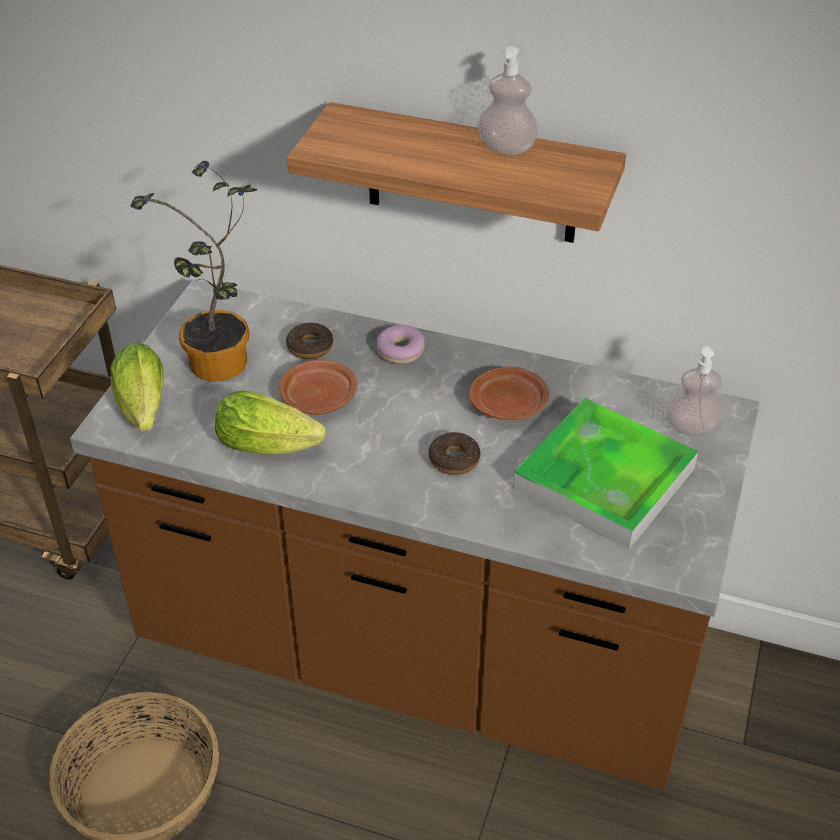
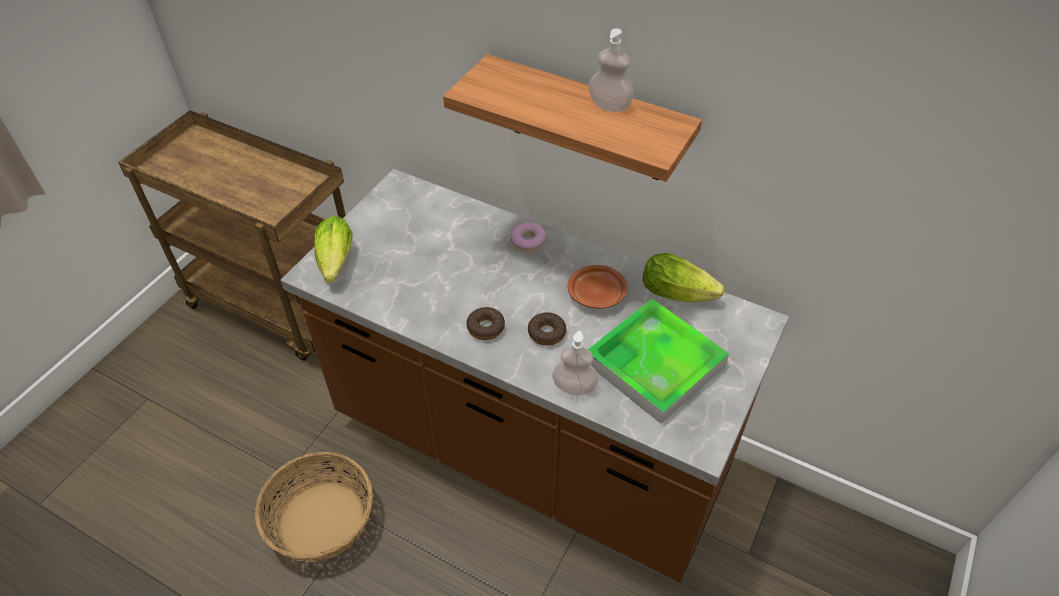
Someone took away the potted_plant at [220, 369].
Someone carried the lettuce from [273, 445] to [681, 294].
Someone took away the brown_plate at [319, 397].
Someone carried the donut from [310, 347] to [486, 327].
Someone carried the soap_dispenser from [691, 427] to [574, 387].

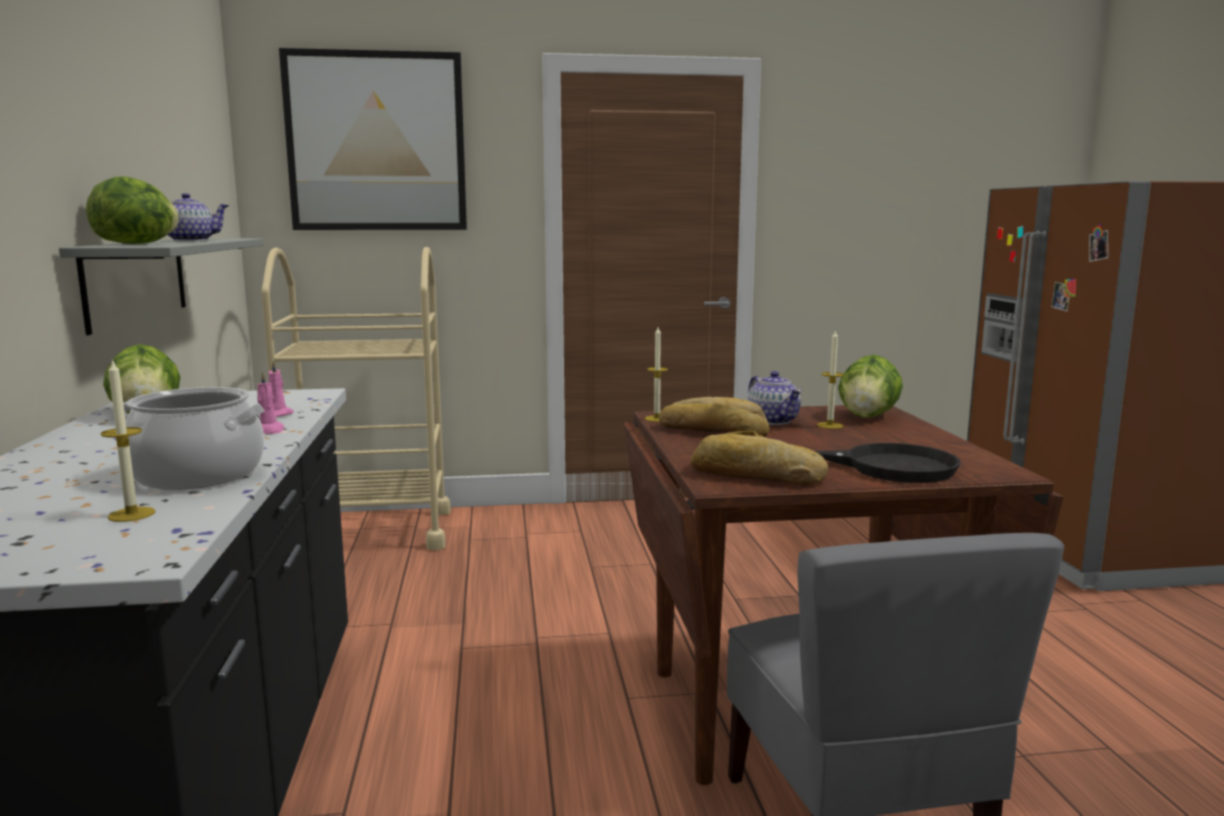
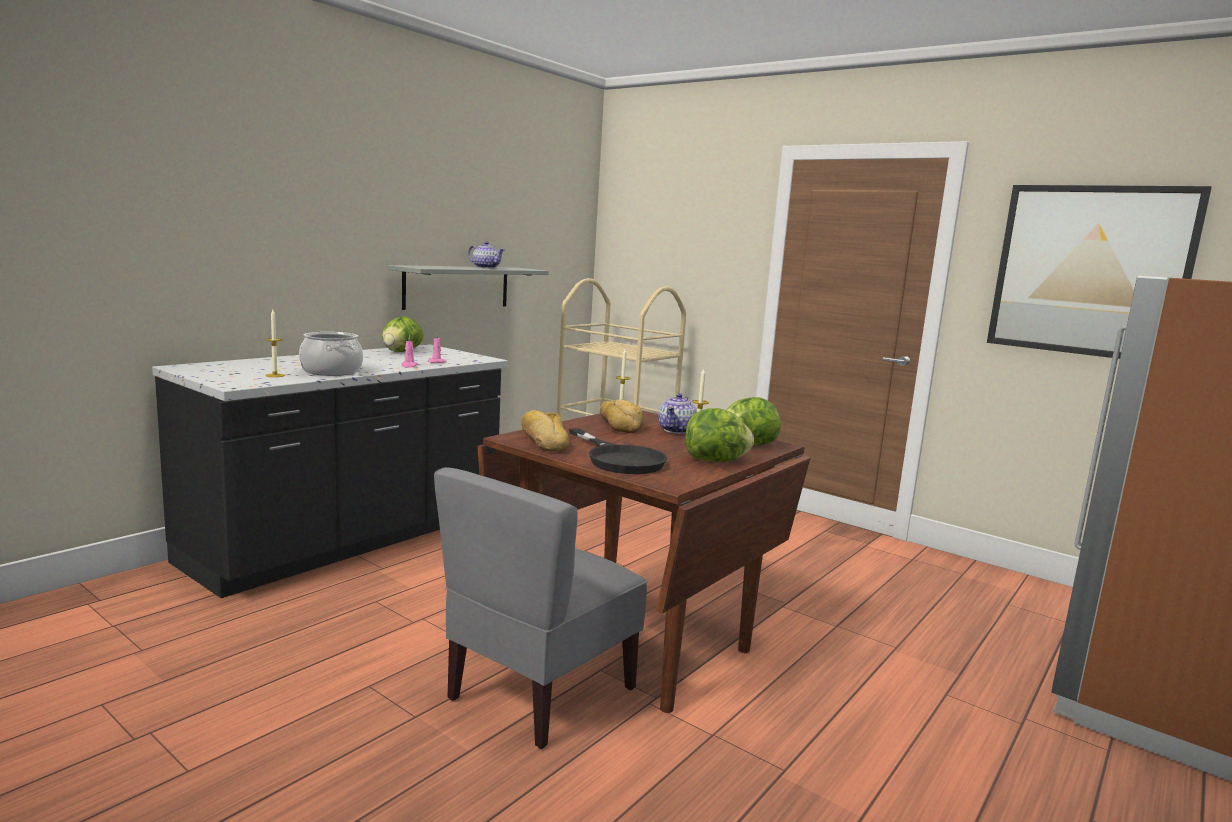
Someone carried the lettuce from [137, 244] to [716, 461].
Someone carried the picture from [377, 142] to [1090, 271].

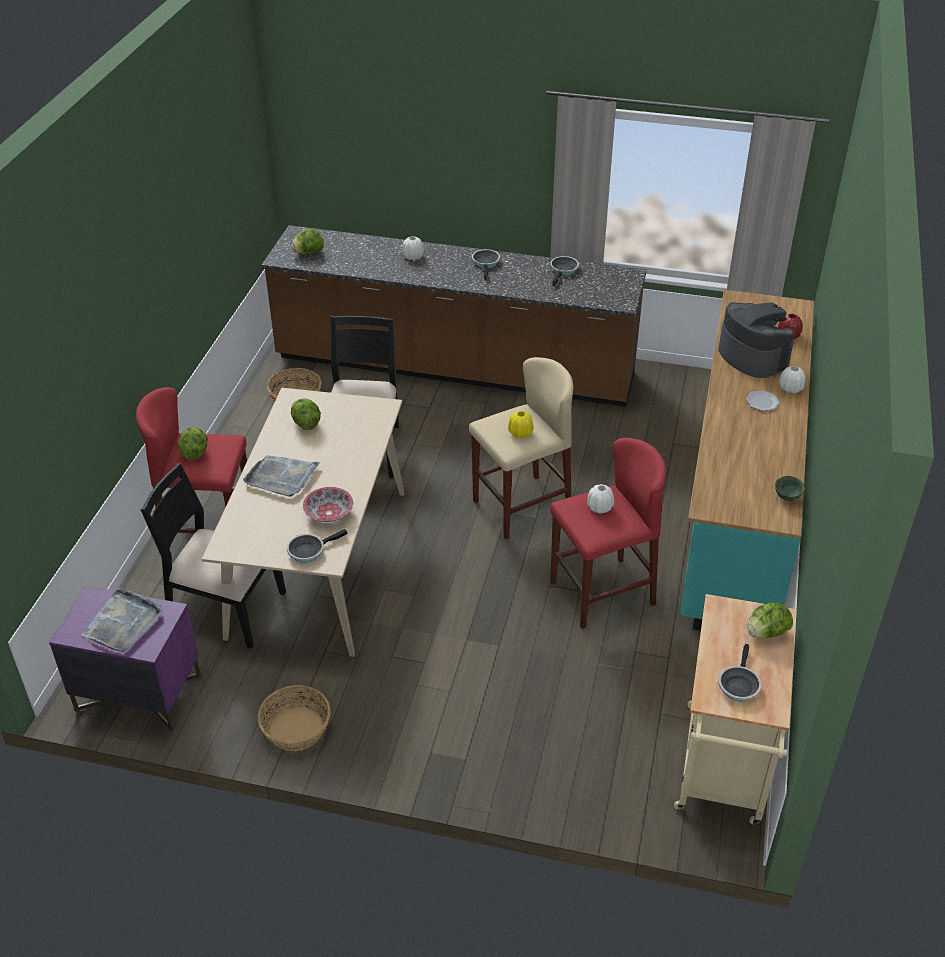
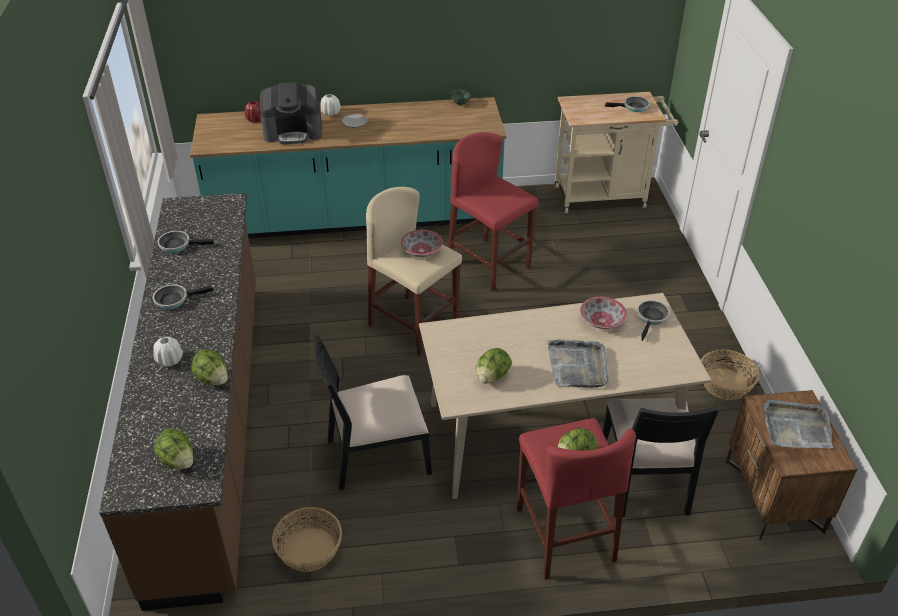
Someone repainted the purple_nightstand at [138, 694], which became the brown_nightstand at [774, 497].
Someone rotated the frying_pan at [309, 550] by 105 degrees counterclockwise.
Someone swapped the yellow_vase at [520, 433] for the bowl at [422, 250].
Someone took away the white_vase at [599, 507].
Someone rotated the coffee_machine at [752, 356] by 135 degrees counterclockwise.
Someone carried the lettuce from [766, 633] to [212, 379].

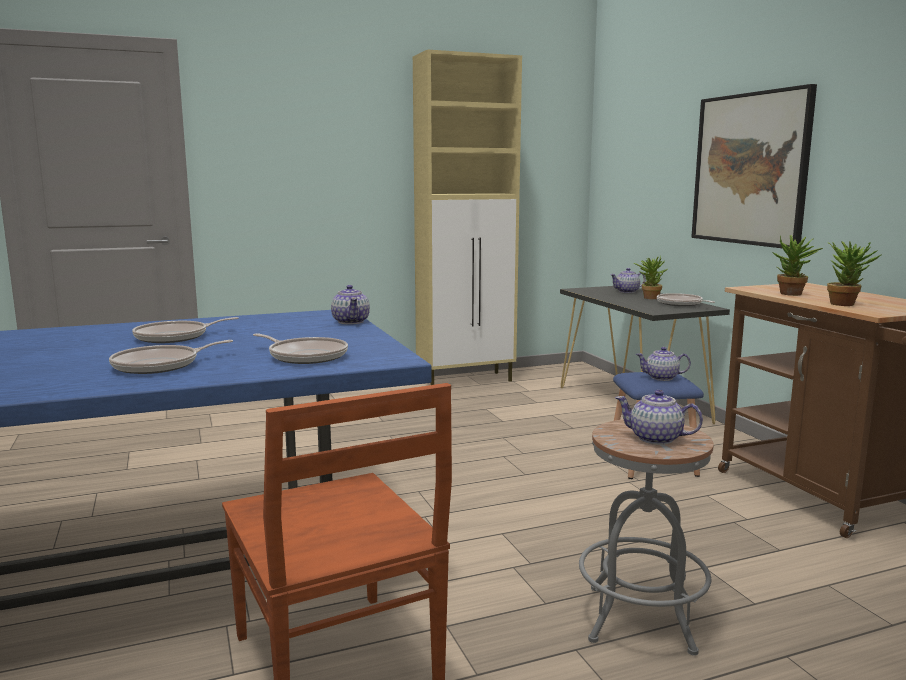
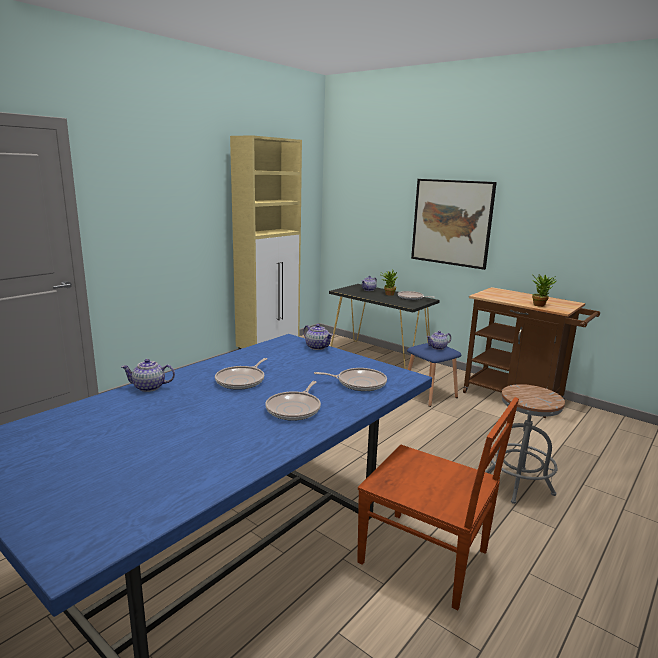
Someone carried the teapot from [656, 439] to [149, 387].
Someone took away the potted_plant at [792, 294].

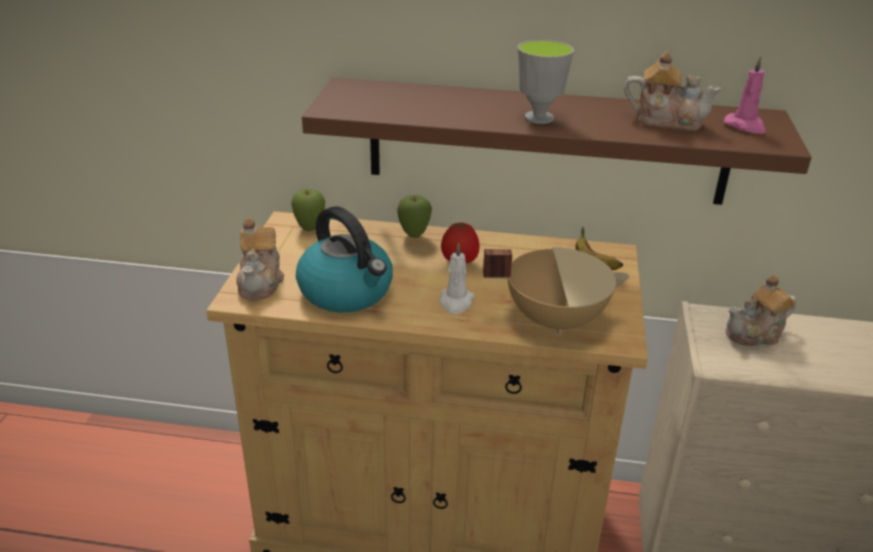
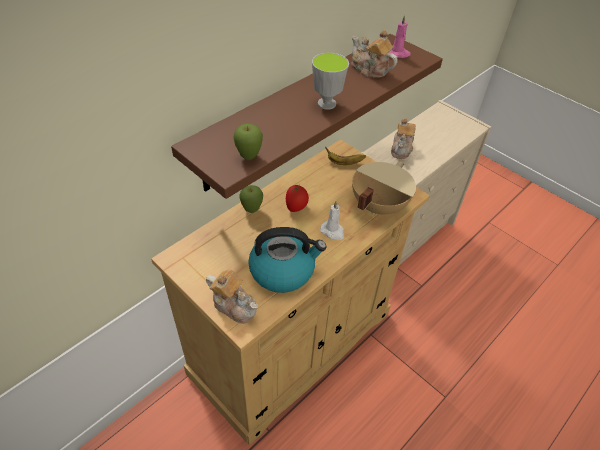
Someone carried the apple from [310, 229] to [249, 157].
Someone rotated the teapot at [666, 120] by 105 degrees counterclockwise.

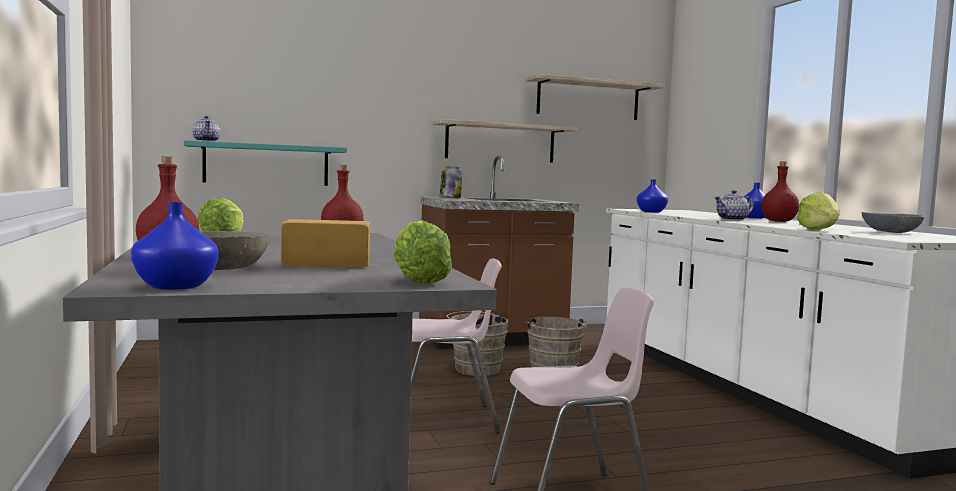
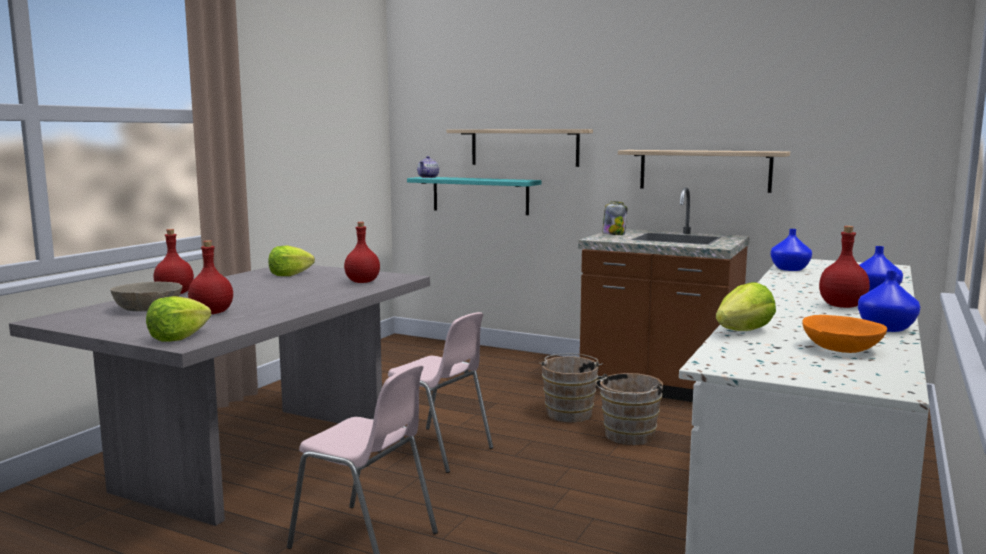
Someone carried the blue_vase from [175, 286] to [885, 328].
Someone swapped the bread at [327, 264] for the red_bottle at [213, 313].
Someone carried the shelf from [588, 99] to [524, 147].
Someone took away the teapot at [733, 220].
Someone repainted the grey_bowl at [891, 232], which became the orange_bowl at [842, 349].

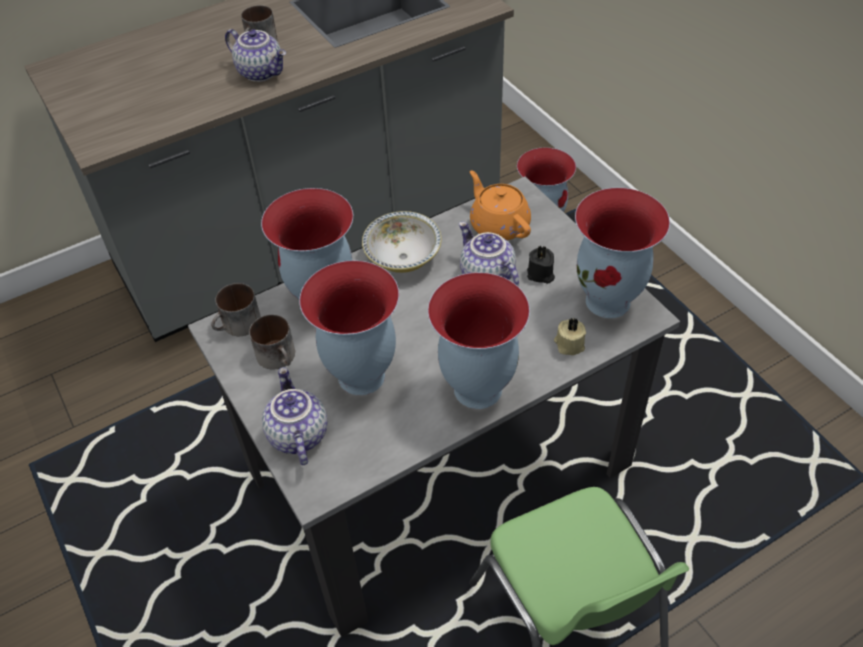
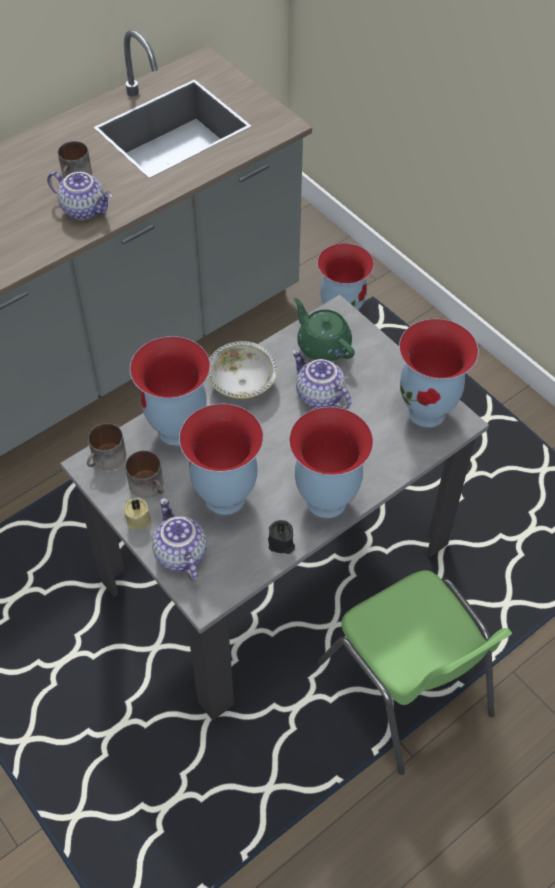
Someone repainted the orange_teapot at [498, 225], which became the green_teapot at [323, 345].
Someone carried the black_candle from [540, 274] to [281, 544].
Someone carried the beige_candle from [569, 344] to [137, 519].

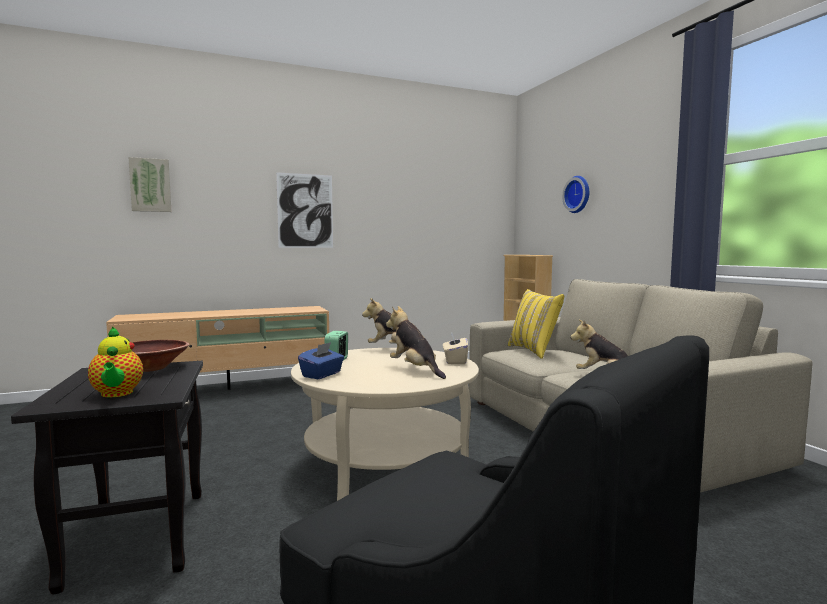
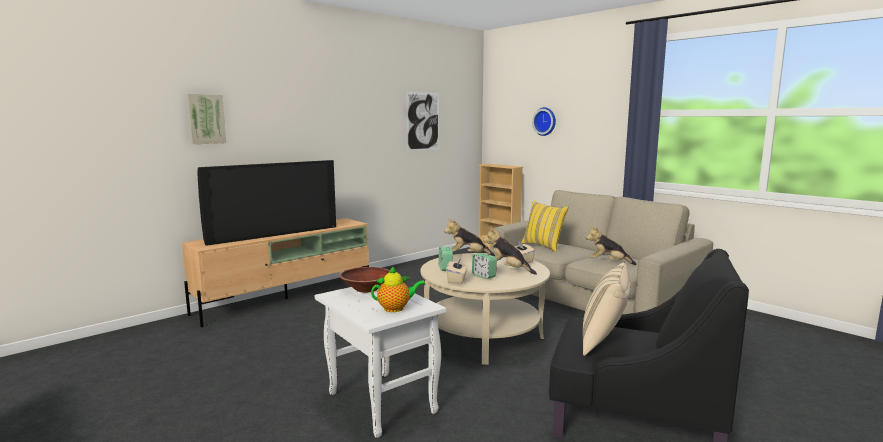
Someone repainted the black_side_table at [136, 536], which became the white_side_table at [379, 402].
Someone rotated the teapot at [117, 394] by 60 degrees counterclockwise.
Someone carried the picture from [305, 211] to [423, 121].
Someone repainted the blue_tissue_box at [322, 375], which became the beige_tissue_box at [457, 280].
Someone put down the television at [273, 234].
Someone put down the alarm_clock at [484, 276].
Someone put down the beige_pillow at [604, 342].

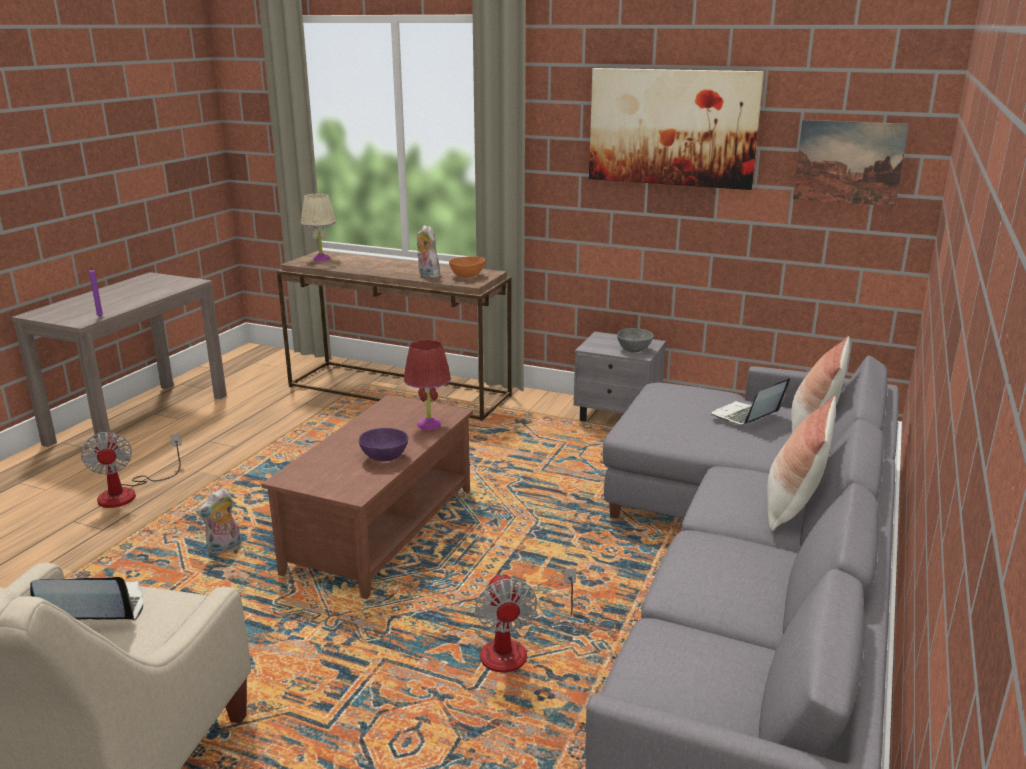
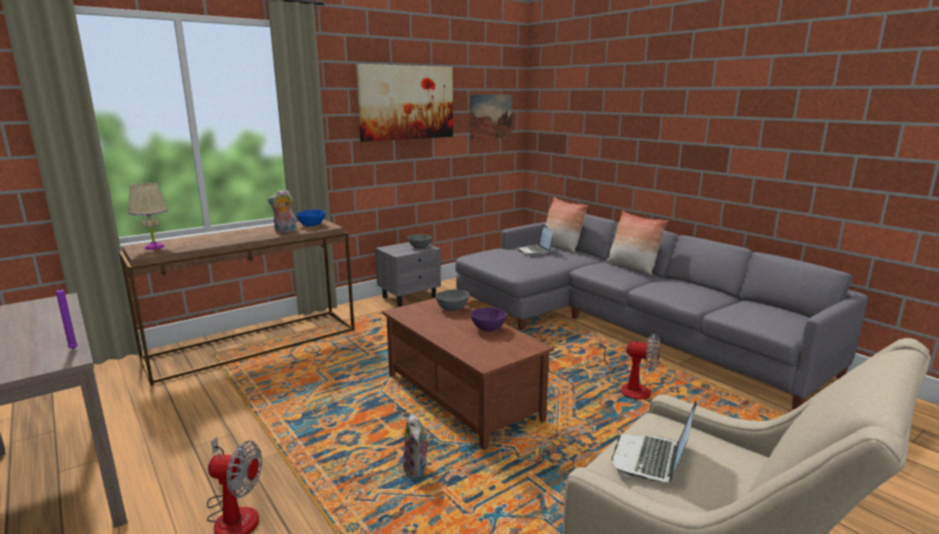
Someone swapped the red_table_lamp at [429, 425] for the grey_bowl at [453, 309].
Someone repainted the orange_bowl at [468, 276], which became the blue_bowl at [312, 225].

